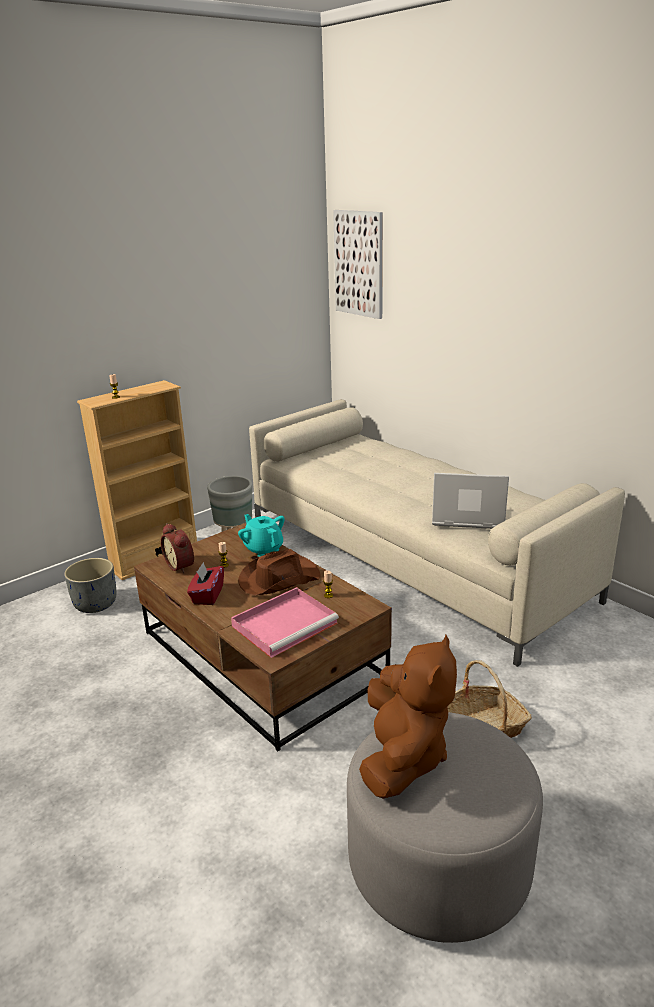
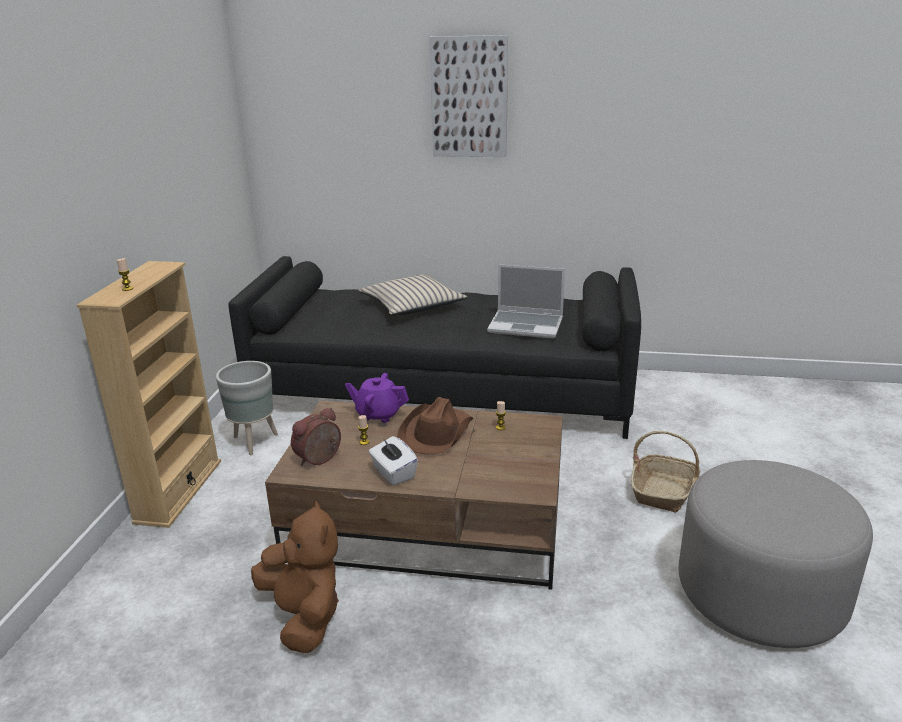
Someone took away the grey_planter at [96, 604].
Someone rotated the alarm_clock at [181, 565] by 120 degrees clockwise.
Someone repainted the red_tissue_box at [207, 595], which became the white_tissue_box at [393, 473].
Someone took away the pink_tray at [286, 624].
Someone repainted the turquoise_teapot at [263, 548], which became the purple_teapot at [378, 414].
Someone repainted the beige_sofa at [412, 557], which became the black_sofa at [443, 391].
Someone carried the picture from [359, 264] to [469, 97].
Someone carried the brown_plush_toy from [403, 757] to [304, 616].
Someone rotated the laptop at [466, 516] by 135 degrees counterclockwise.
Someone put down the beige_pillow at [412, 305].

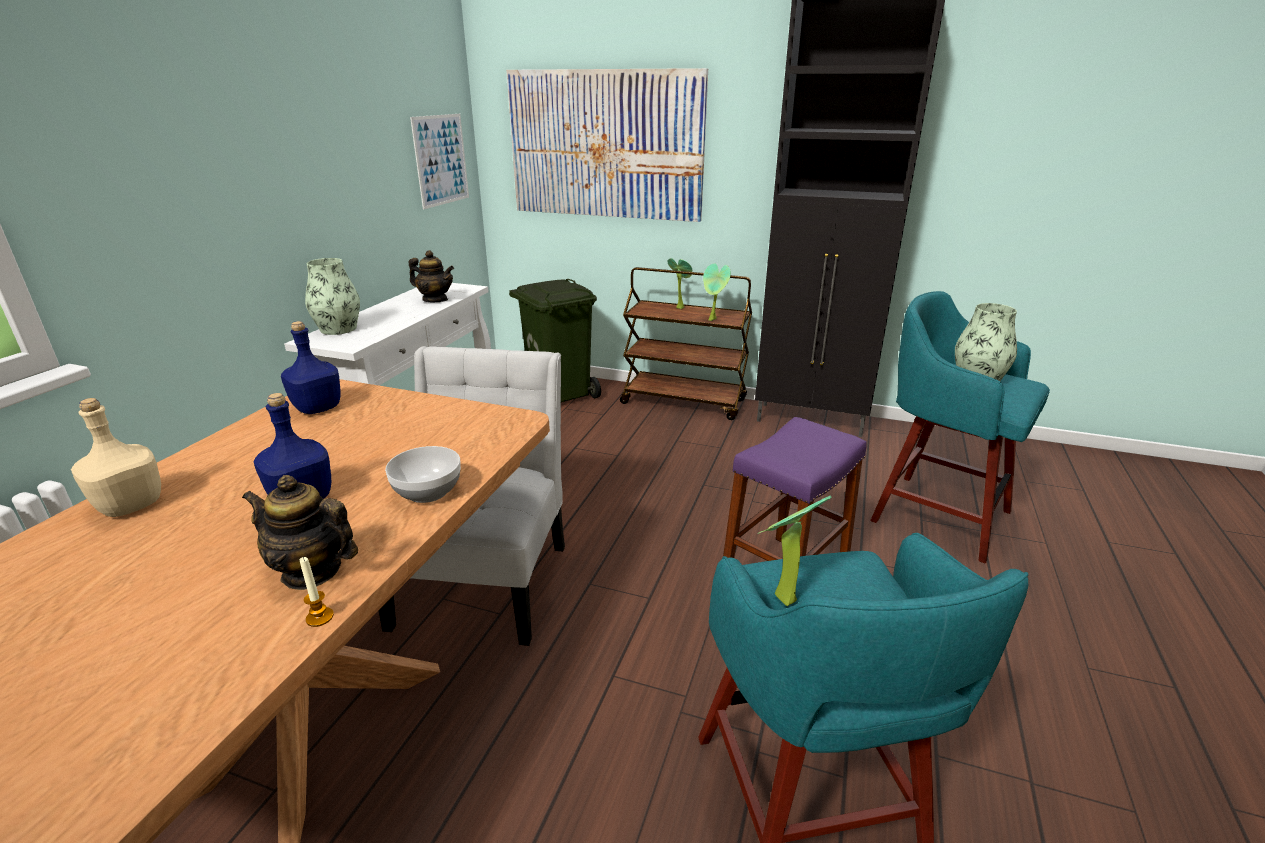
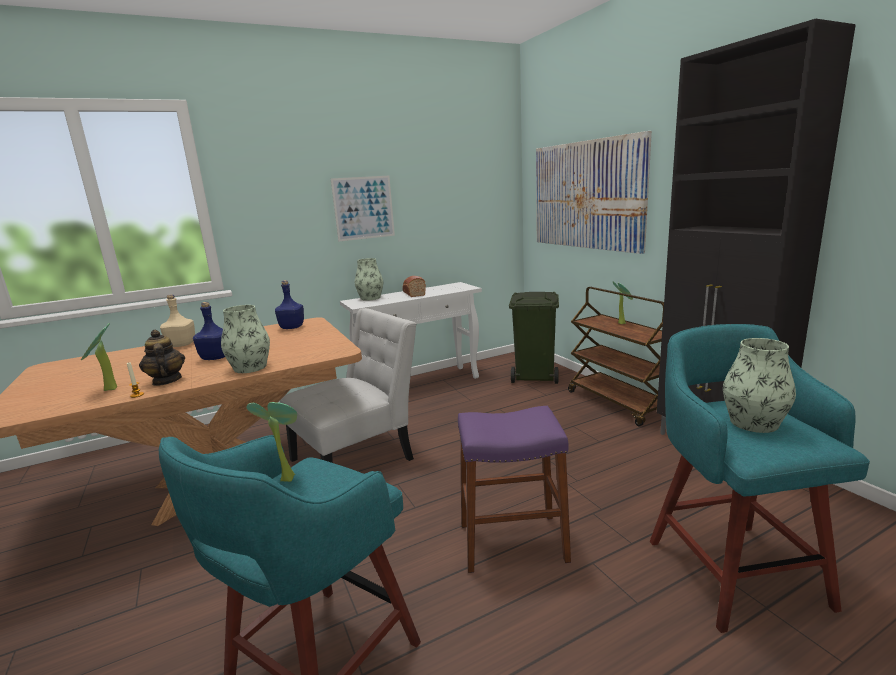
Someone swapped the bowl at [427, 491] for the vase at [250, 367].
Someone took away the teapot at [435, 300].
Someone carried the picture from [441, 160] to [363, 208].
Someone carried the potted_plant from [713, 320] to [108, 390].
Someone put down the bread at [413, 293].

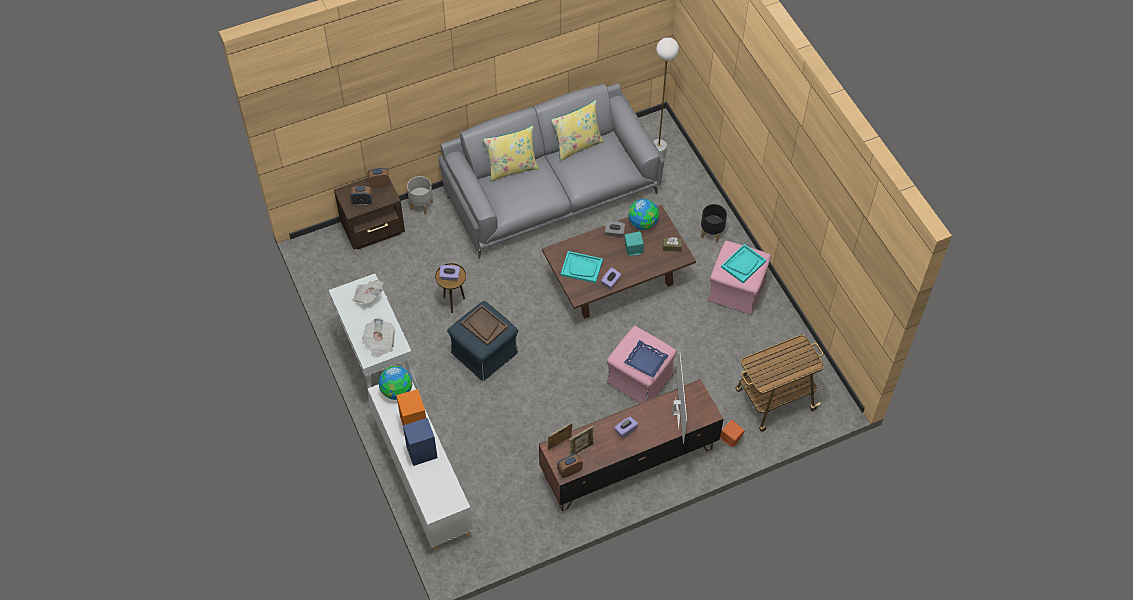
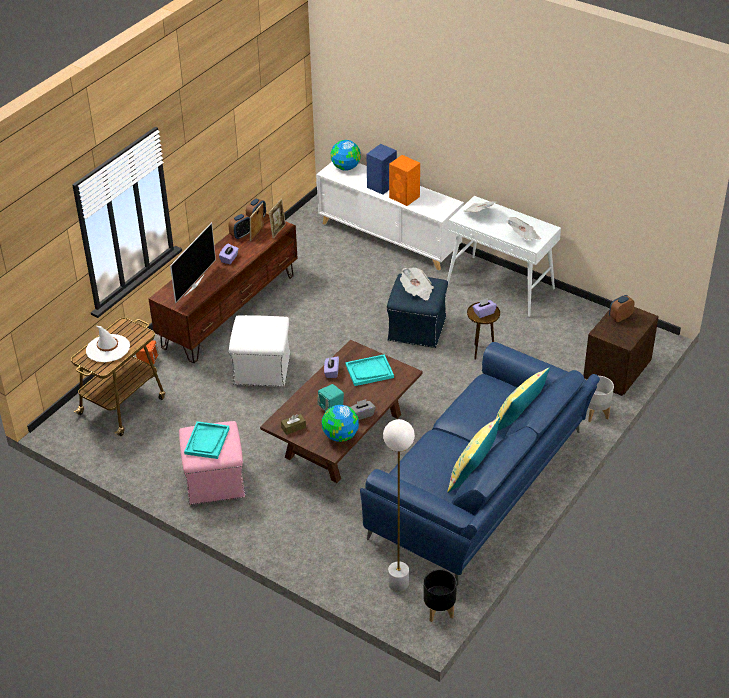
Someone carried the alarm_clock from [379, 184] to [241, 235].
Someone carried the globe from [397, 391] to [345, 167].
Someone repainted the grey_sofa at [551, 192], which became the blue_sofa at [481, 486].
Someone swapped the brown_tray at [484, 326] for the newspaper at [417, 291].
Someone repainted the pink_ottoman at [639, 378], which became the white_ottoman at [262, 369].
Someone took away the blue_tray at [645, 361].
Someone rotated the television at [676, 413] by 120 degrees counterclockwise.
Someone carried the black_planter from [711, 233] to [439, 611].
Someone put down the white_hat at [108, 348].

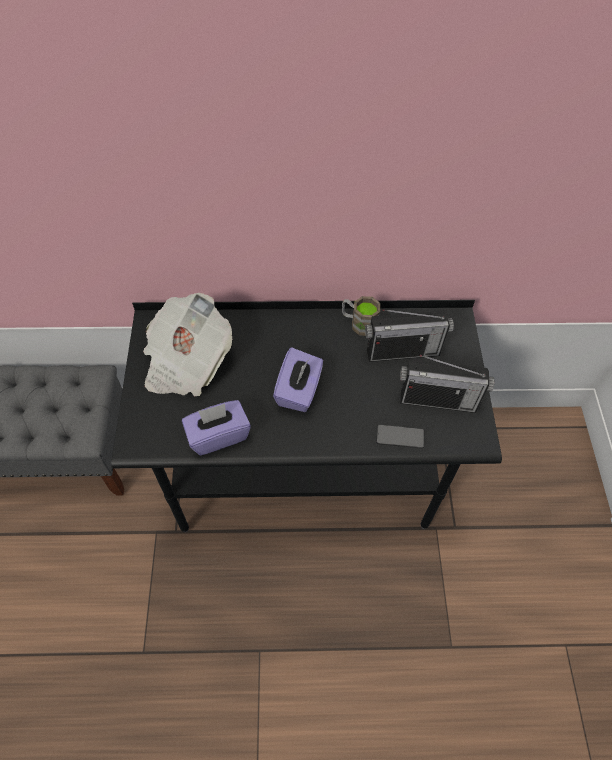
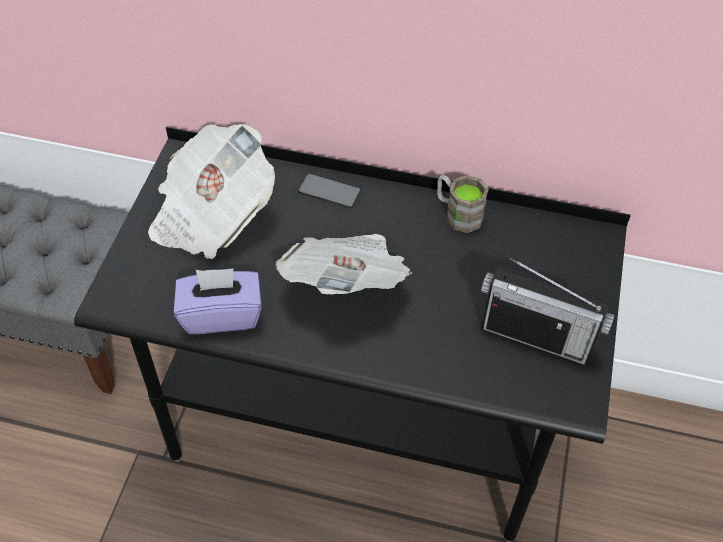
Someone swapped the purple_tissue_box at [299, 391] for the newspaper at [347, 282].
Someone took away the radio at [402, 351].
Someone carried the phone from [400, 437] to [329, 192].

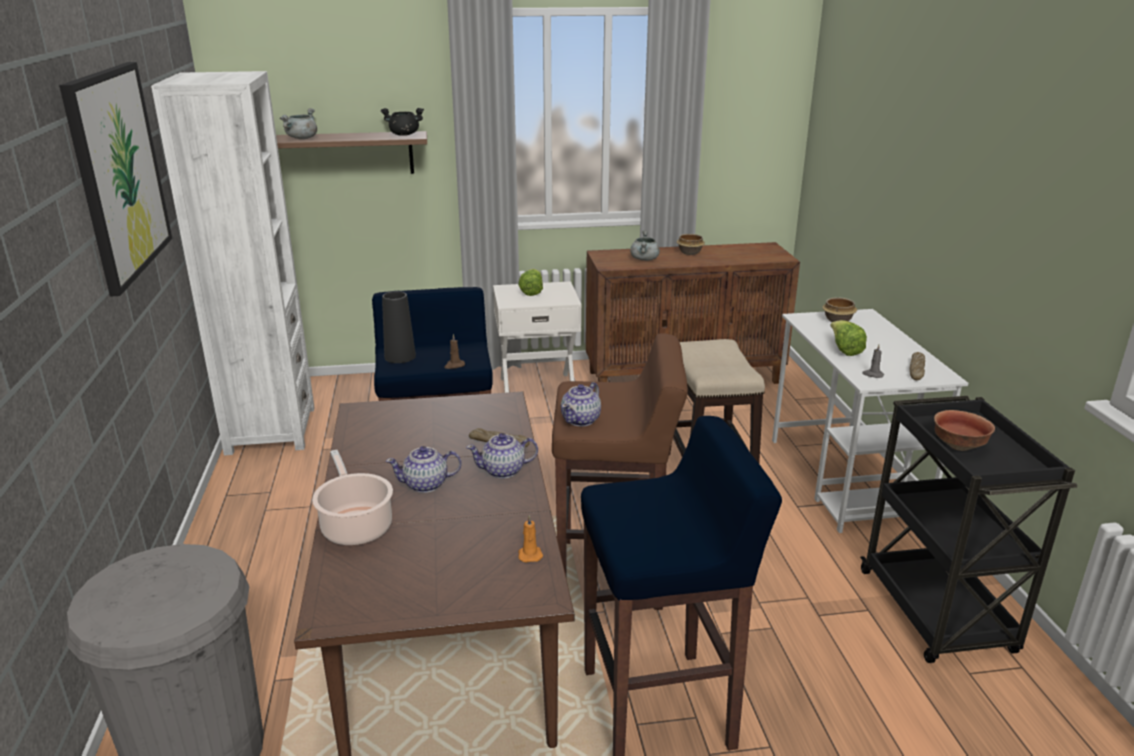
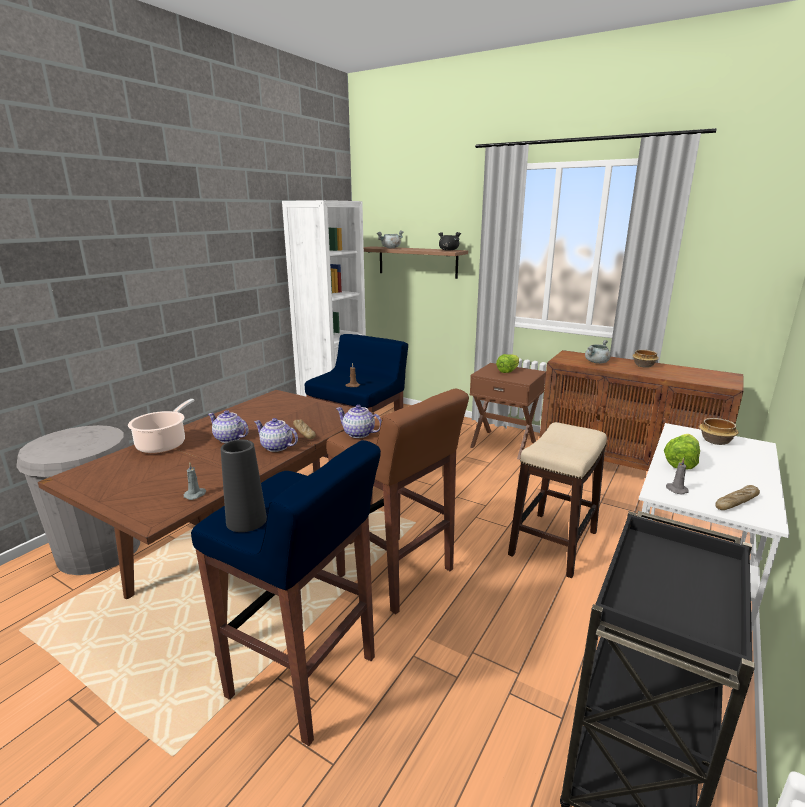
Someone took away the picture at [119, 173].
Someone carried the black_vase from [400, 356] to [246, 521].
Someone repainted the white_nightstand at [537, 388], which became the brown_nightstand at [503, 444].
Someone repainted the orange_candle at [530, 554], which became the grey_candle at [195, 495].
Someone rotated the teapot at [581, 420] by 45 degrees clockwise.
Someone took away the bowl at [958, 445].

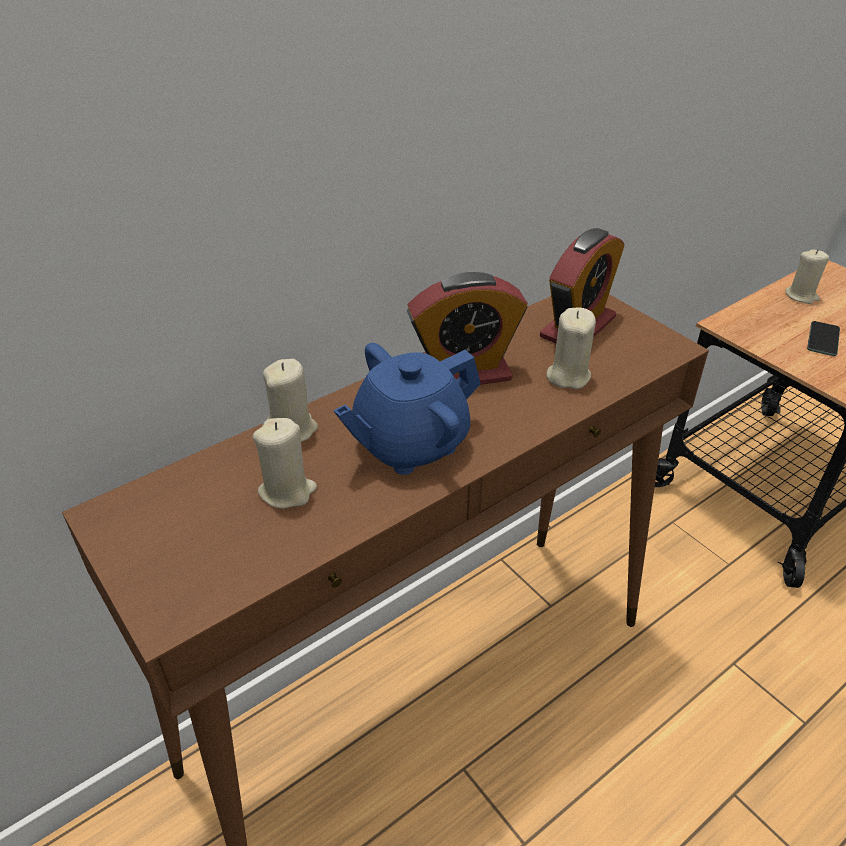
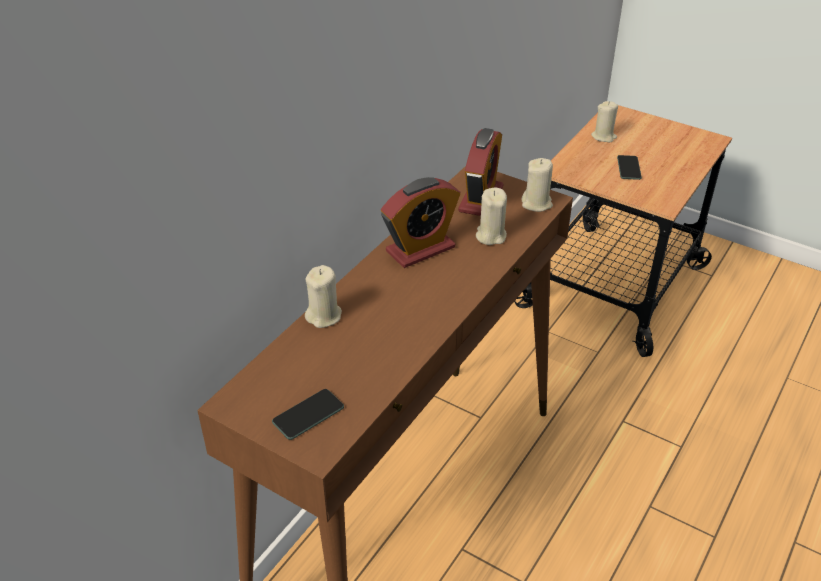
Someone carried the beige_candle from [287, 491] to [537, 204].
Someone took away the blue_teapot at [409, 444].
Someone put down the phone at [308, 415].

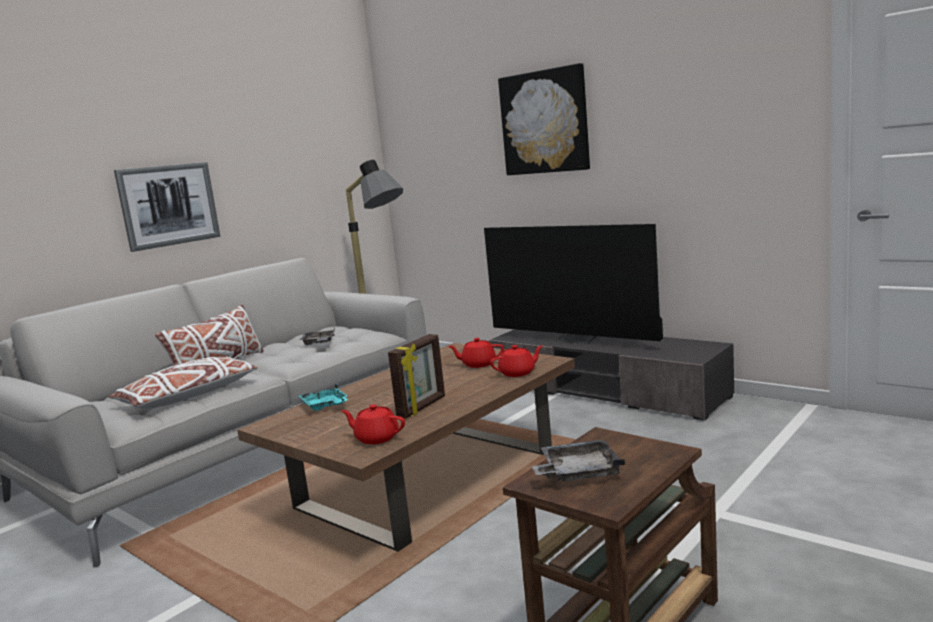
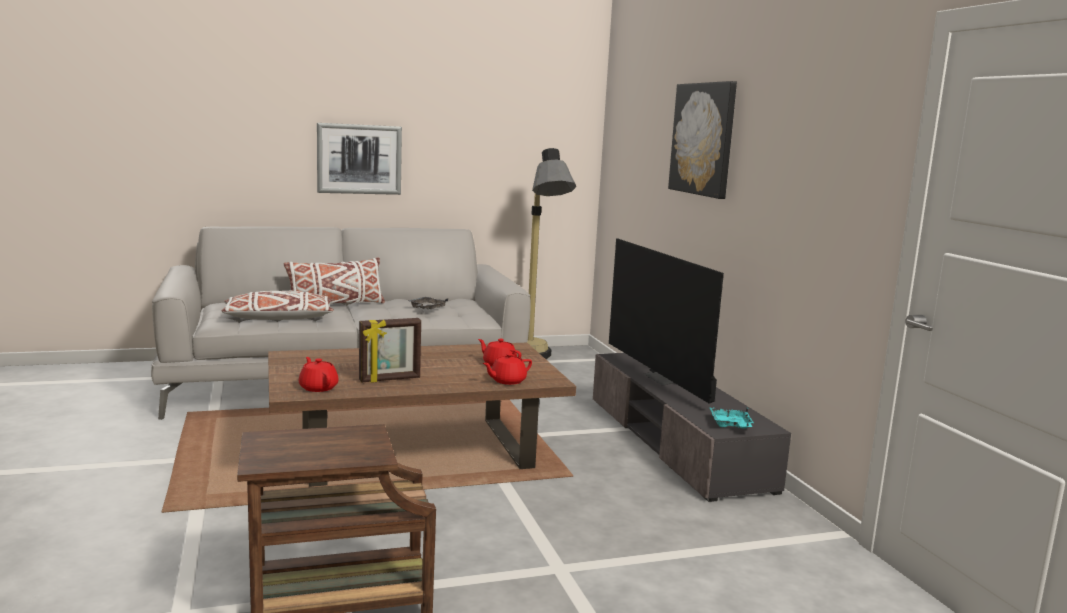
Someone carried the turquoise_tray from [325, 406] to [730, 425].
Someone rotated the red_teapot at [518, 373] by 135 degrees clockwise.
Someone took away the grey_tray at [578, 472].

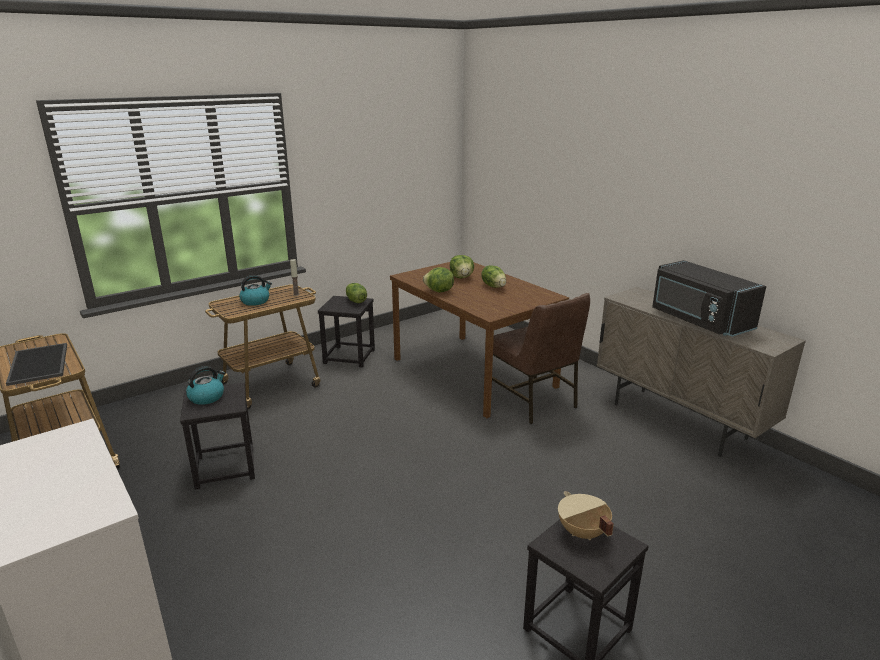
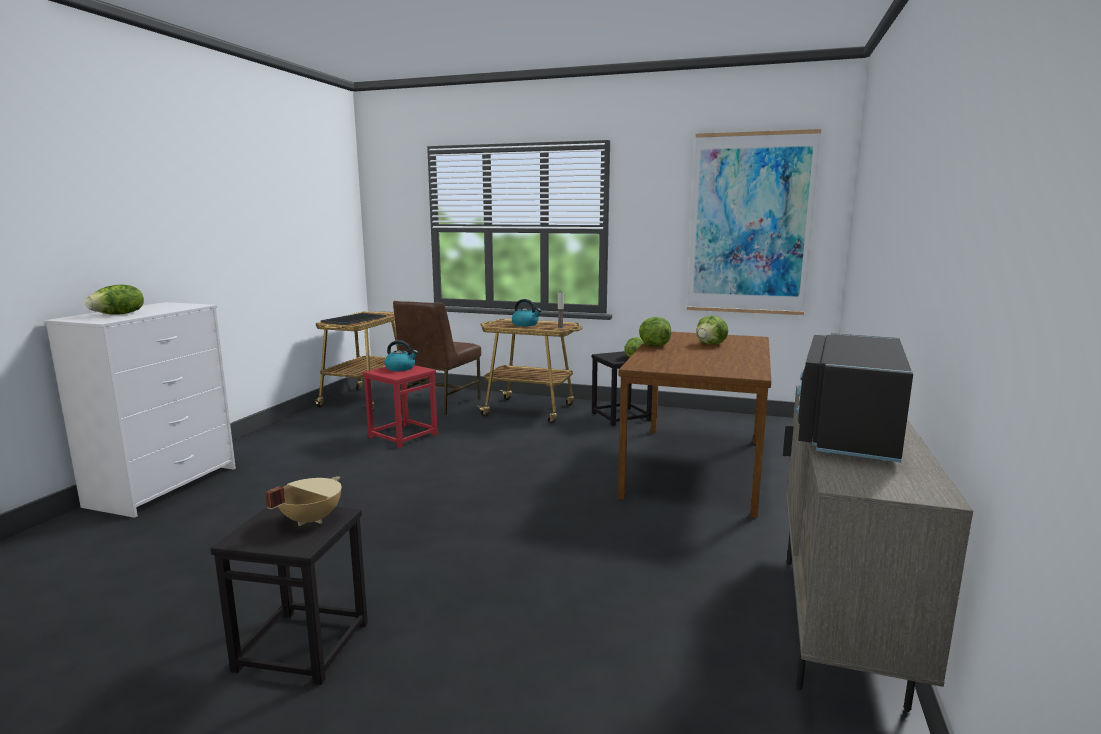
Someone repainted the black_stool at [224, 467], which became the red_stool at [403, 435].
Someone carried the lettuce from [494, 286] to [119, 314].
Someone carried the brown_chair from [532, 401] to [439, 403].
Someone put up the picture at [750, 224].

